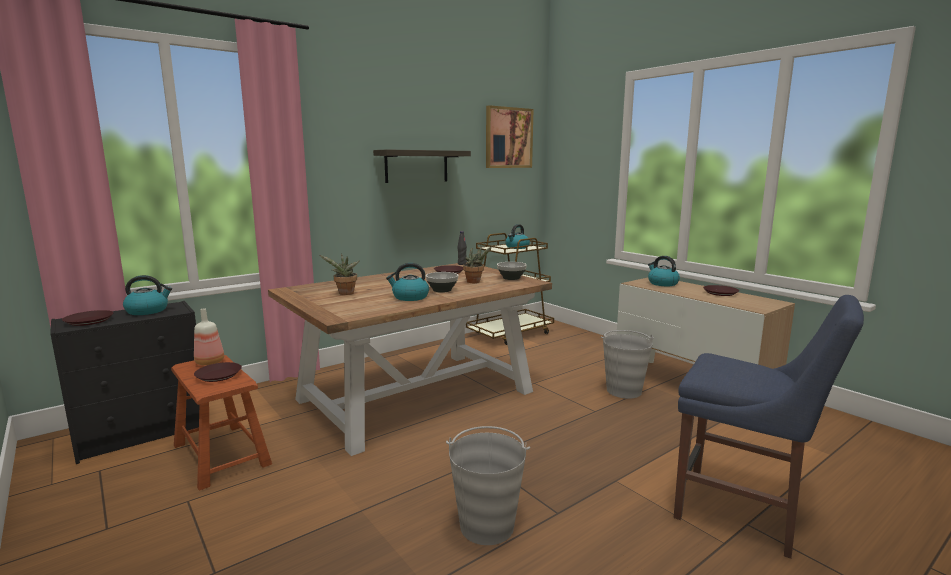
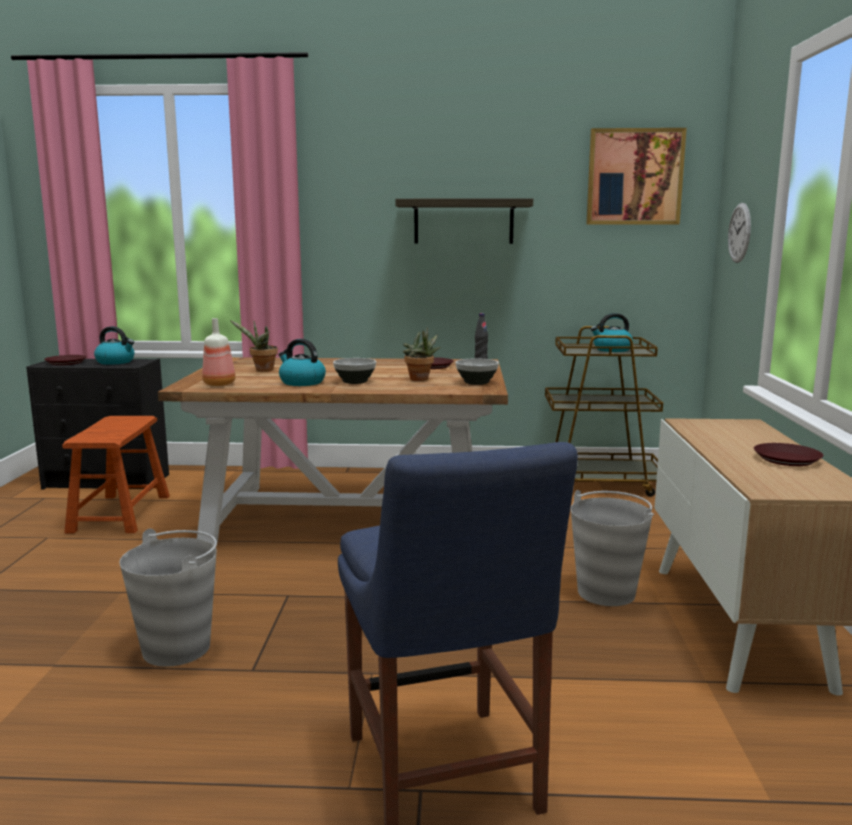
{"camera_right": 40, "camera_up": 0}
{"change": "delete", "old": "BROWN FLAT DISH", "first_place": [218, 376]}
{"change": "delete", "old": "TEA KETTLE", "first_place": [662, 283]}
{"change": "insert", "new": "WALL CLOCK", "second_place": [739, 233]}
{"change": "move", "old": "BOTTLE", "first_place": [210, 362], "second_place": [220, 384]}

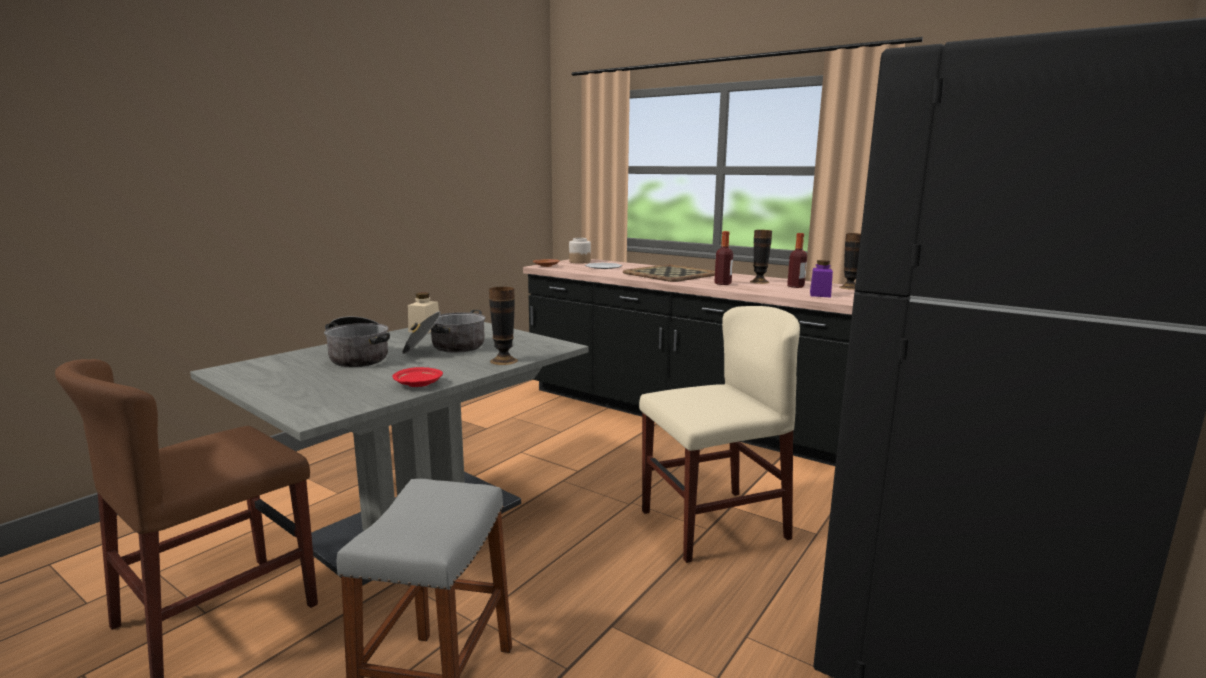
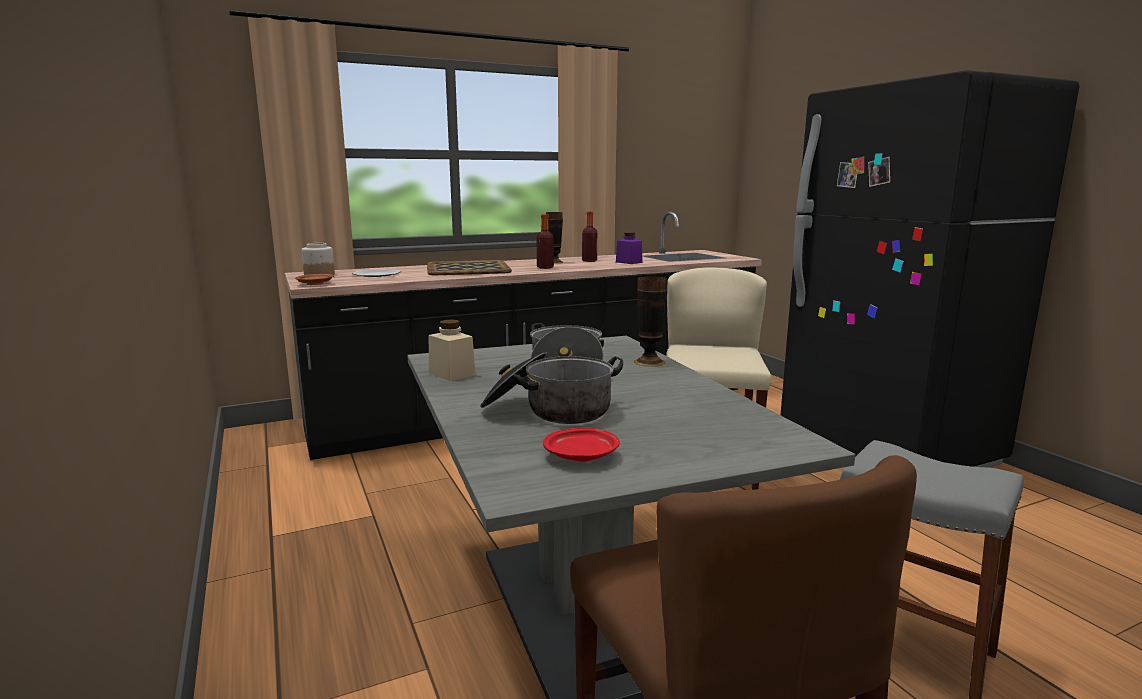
{"camera_right": -60, "camera_up": 0}
{"change": "delete", "old": "DECORATIVE VASE", "first_place": [849, 287]}
{"change": "move", "old": "REDDISH FLAT DISH", "first_place": [418, 384], "second_place": [582, 456]}

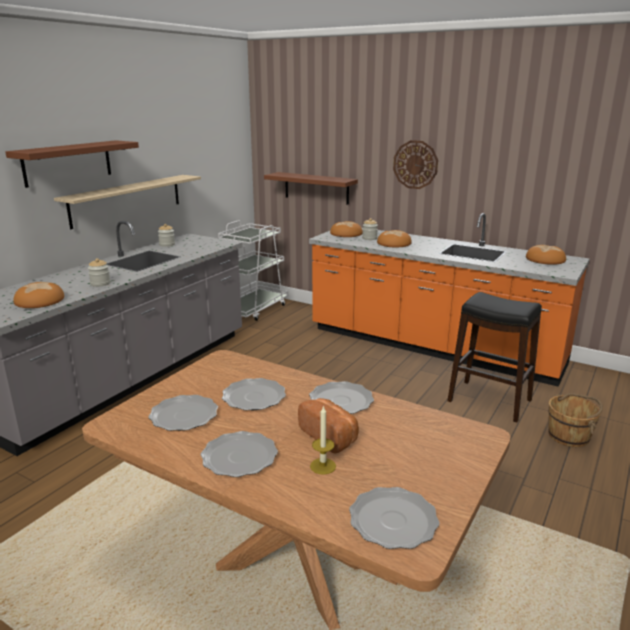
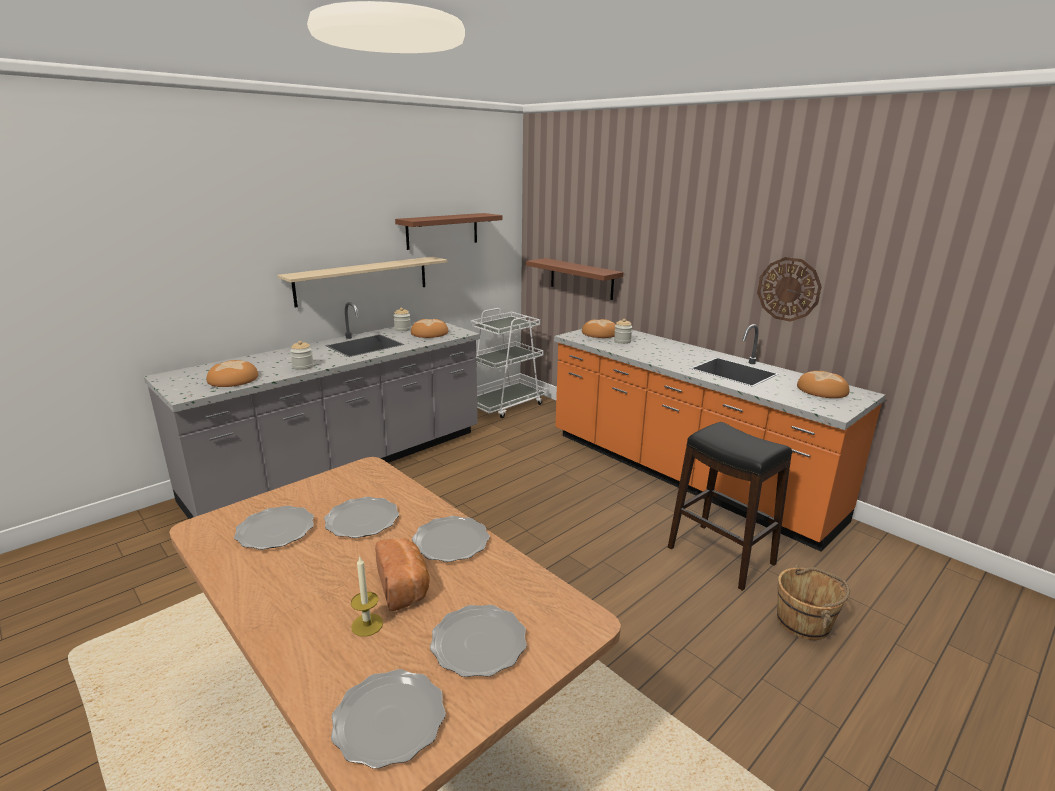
{"camera_right": 15, "camera_up": 0}
{"change": "move", "old": "BROWN BRACKET SHELF", "first_place": [68, 163], "second_place": [442, 230]}
{"change": "move", "old": "FLAT DISH", "first_place": [239, 457], "second_place": [478, 643]}
{"change": "move", "old": "BREAD", "first_place": [394, 243], "second_place": [429, 333]}
{"change": "move", "old": "WALL CLOCK", "first_place": [415, 164], "second_place": [788, 289]}

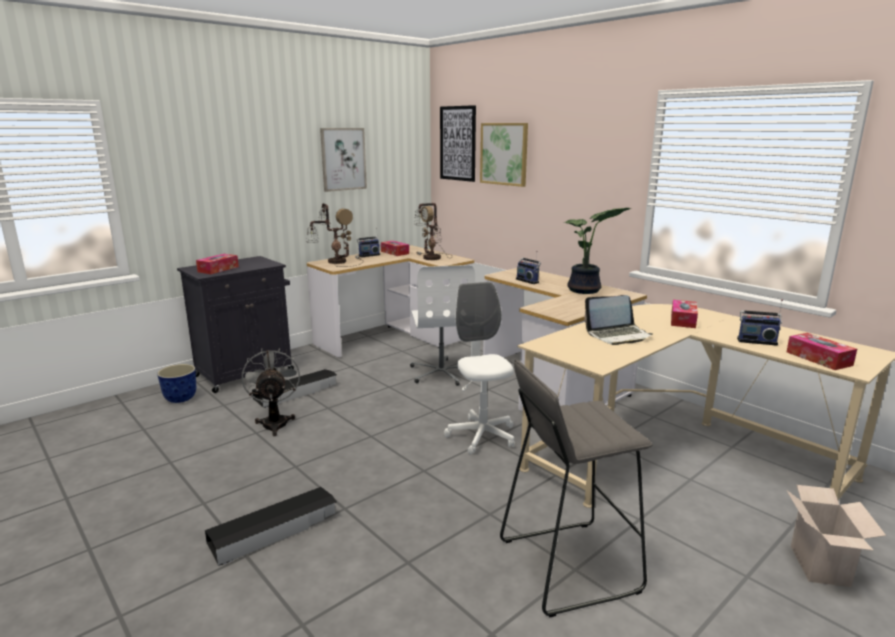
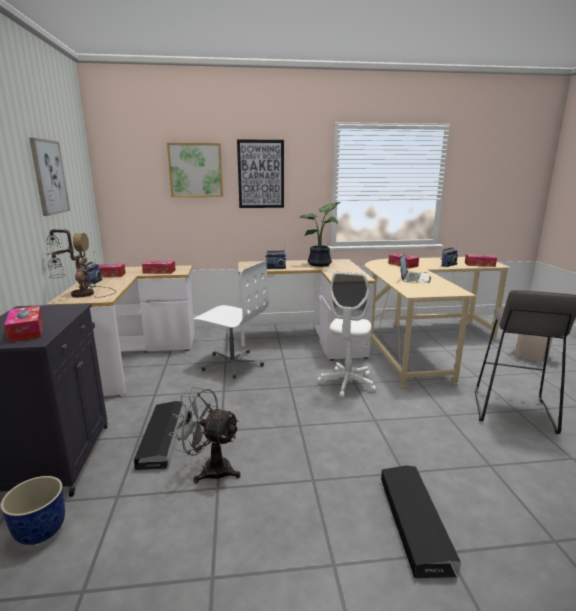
{"camera_right": -55, "camera_up": 0}
{"change": "move", "old": "WALL ART", "first_place": [458, 143], "second_place": [261, 174]}
{"change": "replace", "old": "TABLETOP LAMP", "new": "BOX OF TISSUES", "first_place": [431, 259], "second_place": [159, 271]}
{"change": "rotate", "old": "WHITISH DESK CHAIR", "first_place": [482, 436], "second_place": [347, 383], "degrees": -90}

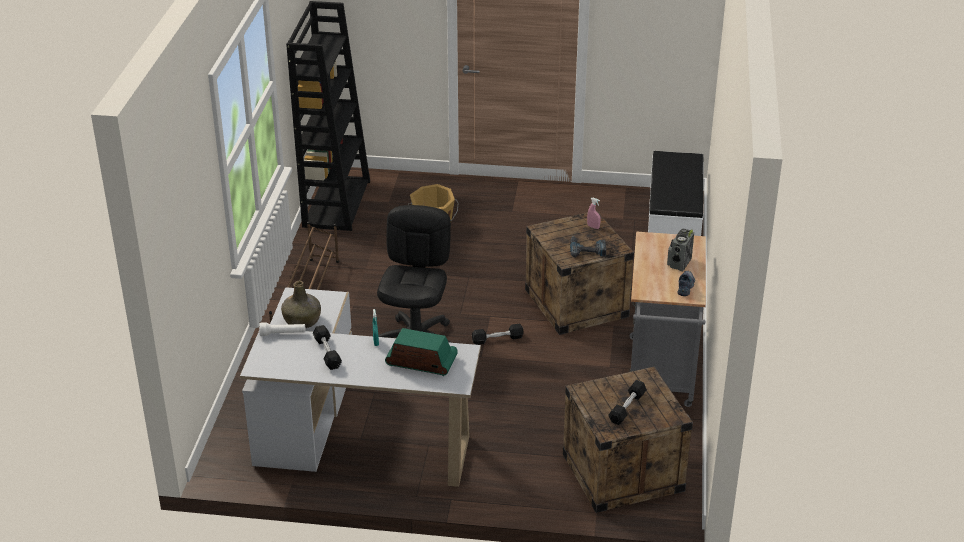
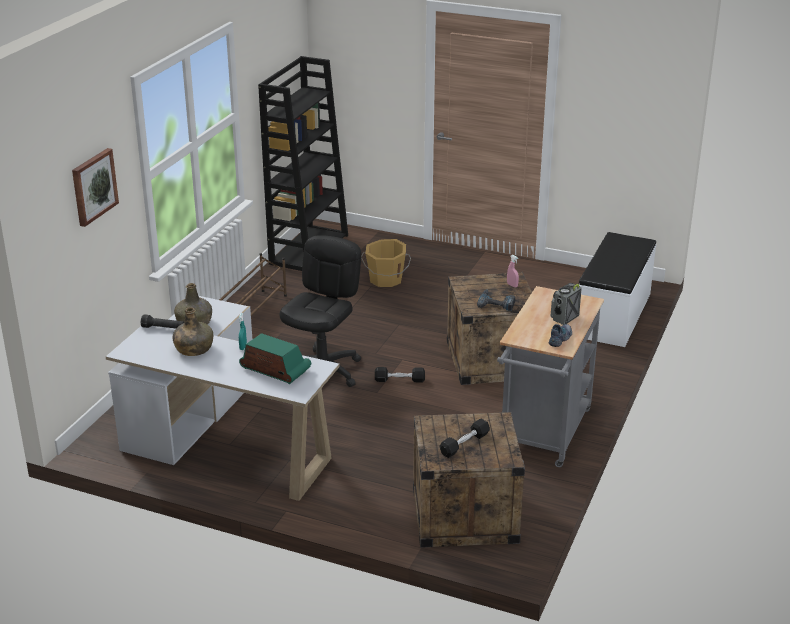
{"camera_right": 15, "camera_up": -5}
{"change": "insert", "new": "WALL ART", "second_place": [93, 186]}
{"change": "replace", "old": "BLACK-COLOURED DUMBBELL", "new": "GREENISH BOTTLE", "first_place": [327, 353], "second_place": [194, 349]}
{"change": "recolor", "old": "WHITISH HAND TORCH", "new": "BLACK-COLOURED HAND TORCH", "first_place": [283, 334], "second_place": [163, 328]}

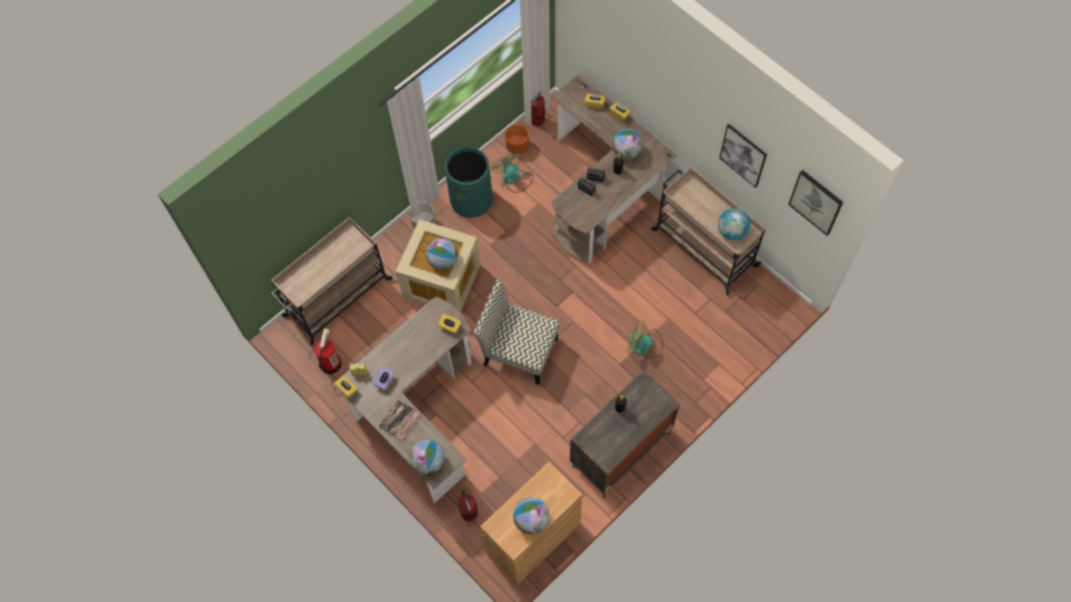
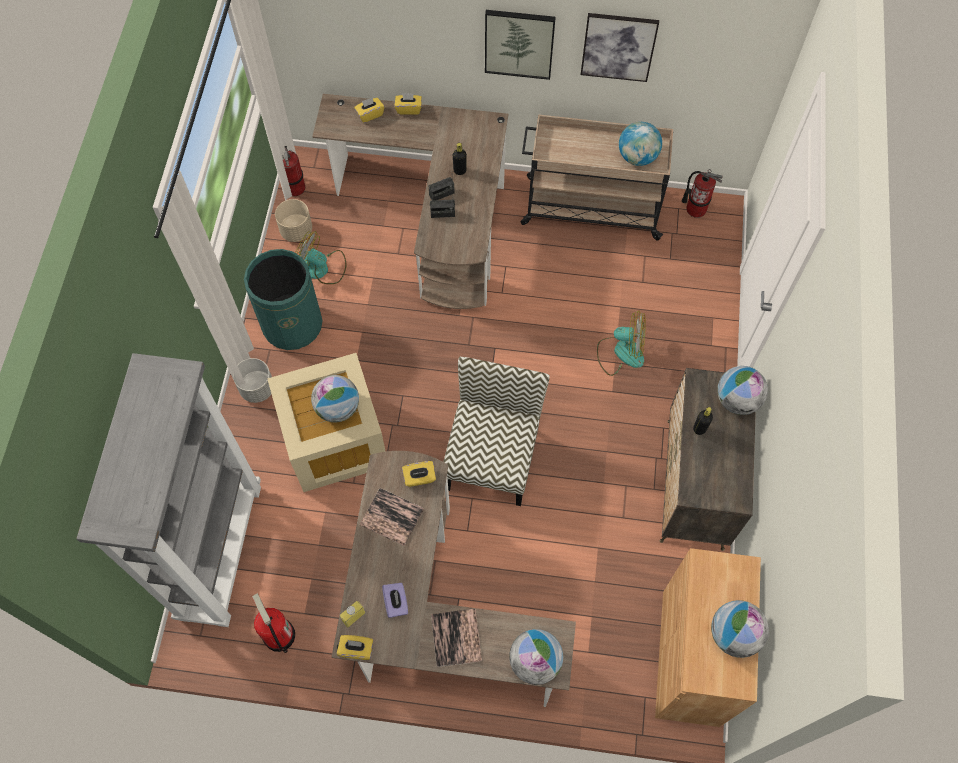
{"camera_right": -40, "camera_up": 0}
{"change": "insert", "new": "BOOK", "second_place": [392, 517]}
{"change": "move", "old": "EXTINGUISHER", "first_place": [469, 512], "second_place": [696, 208]}
{"change": "move", "old": "GLOBE", "first_place": [626, 152], "second_place": [737, 400]}
{"change": "move", "old": "WALL ART", "first_place": [816, 202], "second_place": [519, 43]}
{"change": "replace", "old": "SAND-COLOURED TROLLEY", "new": "GREY BOOKCASE", "first_place": [336, 298], "second_place": [220, 550]}
{"change": "recolor", "old": "ORANGE PLANT POT", "new": "SAND-COLOURED PLANT POT", "first_place": [517, 146], "second_place": [296, 230]}
{"change": "rotate", "old": "UPRIGHT CHAIR", "first_place": [518, 351], "second_place": [492, 456], "degrees": 120}
{"change": "rotate", "old": "COOLING FAN", "first_place": [644, 345], "second_place": [621, 352], "degrees": -150}

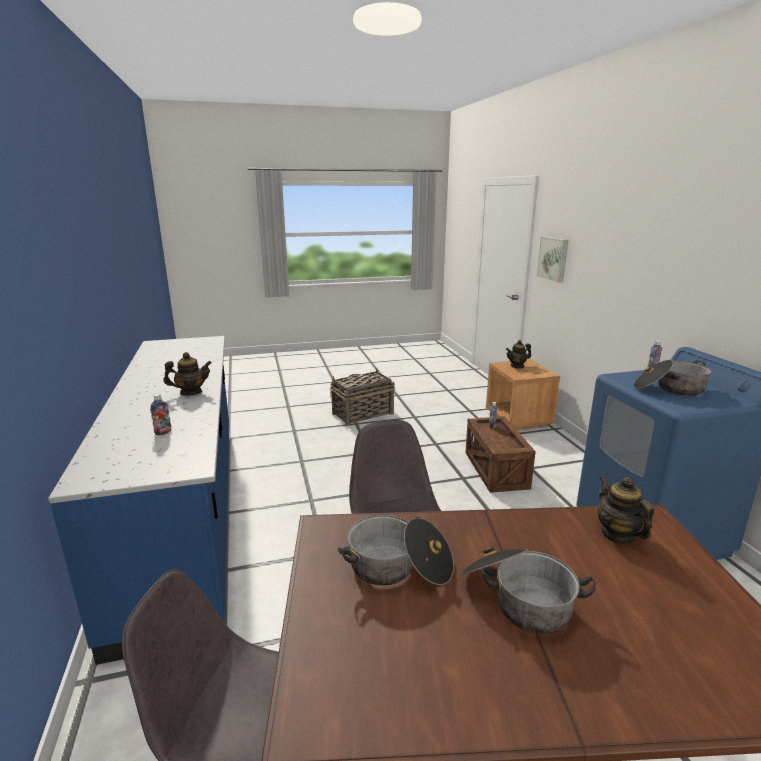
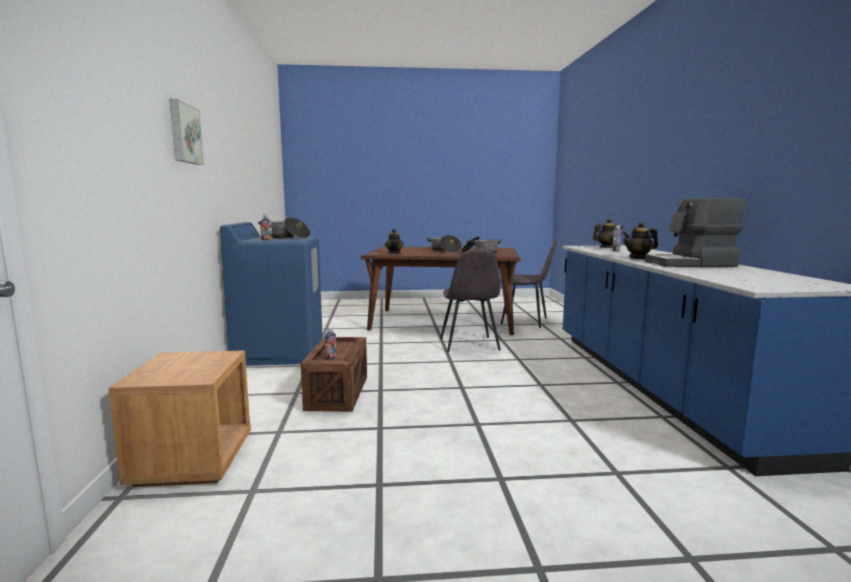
{"camera_right": -170, "camera_up": -10}
{"change": "delete", "old": "BASKET", "first_place": [362, 414]}
{"change": "insert", "new": "COFFEE MAKER", "second_place": [691, 264]}
{"change": "move", "old": "TEA POT", "first_place": [517, 366], "second_place": [606, 248]}
{"change": "move", "old": "WALL ART", "first_place": [554, 259], "second_place": [184, 133]}

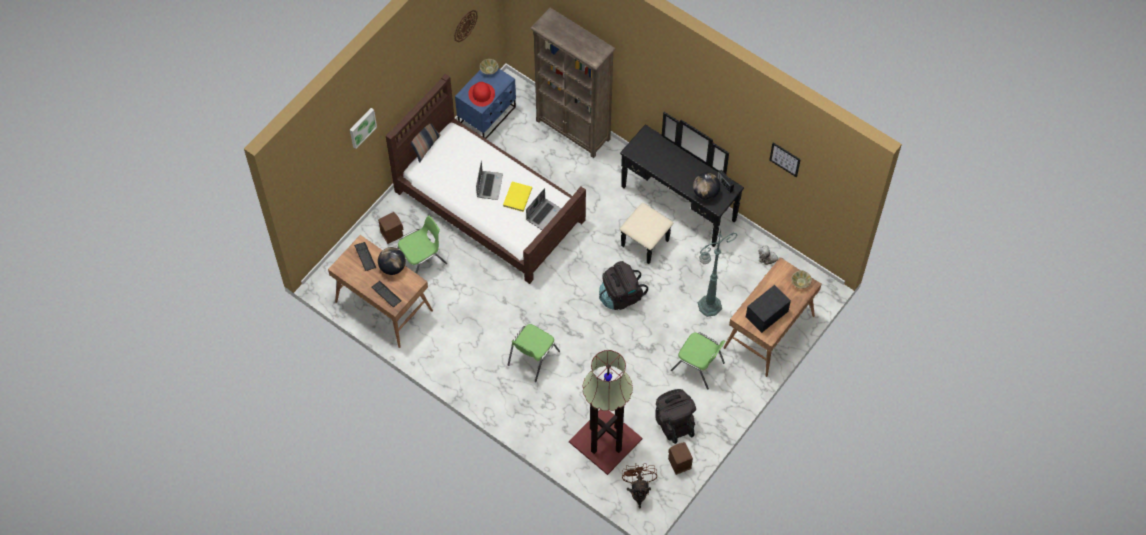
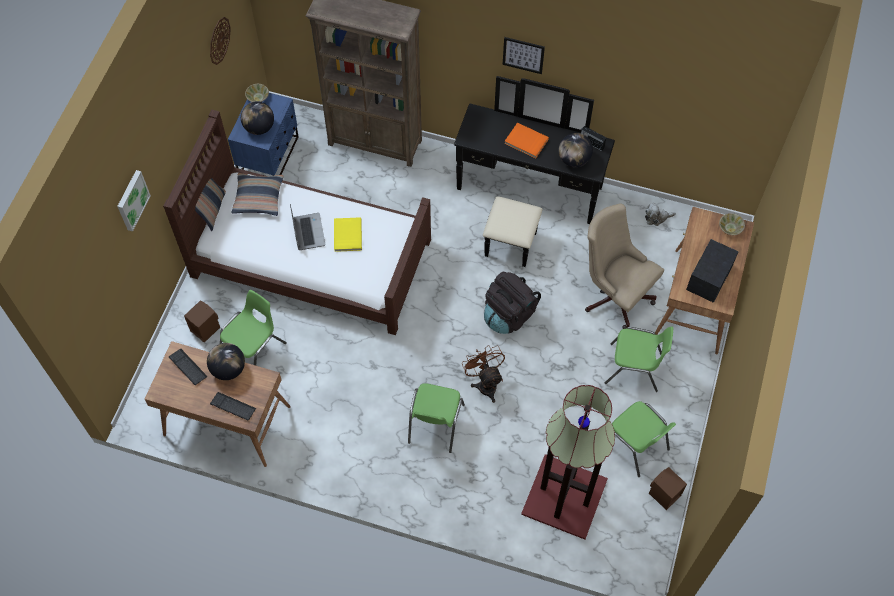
{"camera_right": -20, "camera_up": 0}
{"change": "delete", "old": "LAPTOP", "first_place": [544, 214]}
{"change": "insert", "new": "PILLOW", "second_place": [258, 198]}
{"change": "insert", "new": "ORANGE BOOK", "second_place": [526, 142]}
{"change": "move", "old": "BROWN COOLING FAN", "first_place": [638, 491], "second_place": [485, 383]}
{"change": "move", "old": "WALL ART", "first_place": [785, 159], "second_place": [523, 55]}
{"change": "replace", "old": "REDDISH HAT", "new": "GLOBE", "first_place": [481, 94], "second_place": [259, 128]}
{"change": "replace", "old": "BLACK-COLOURED RUCKSACK", "new": "GREENISH UPRIGHT CHAIR", "first_place": [673, 422], "second_place": [635, 445]}
{"change": "replace", "old": "GREENISH STANDING LAMP", "new": "SAND-COLOURED DESK CHAIR", "first_place": [708, 306], "second_place": [614, 294]}

